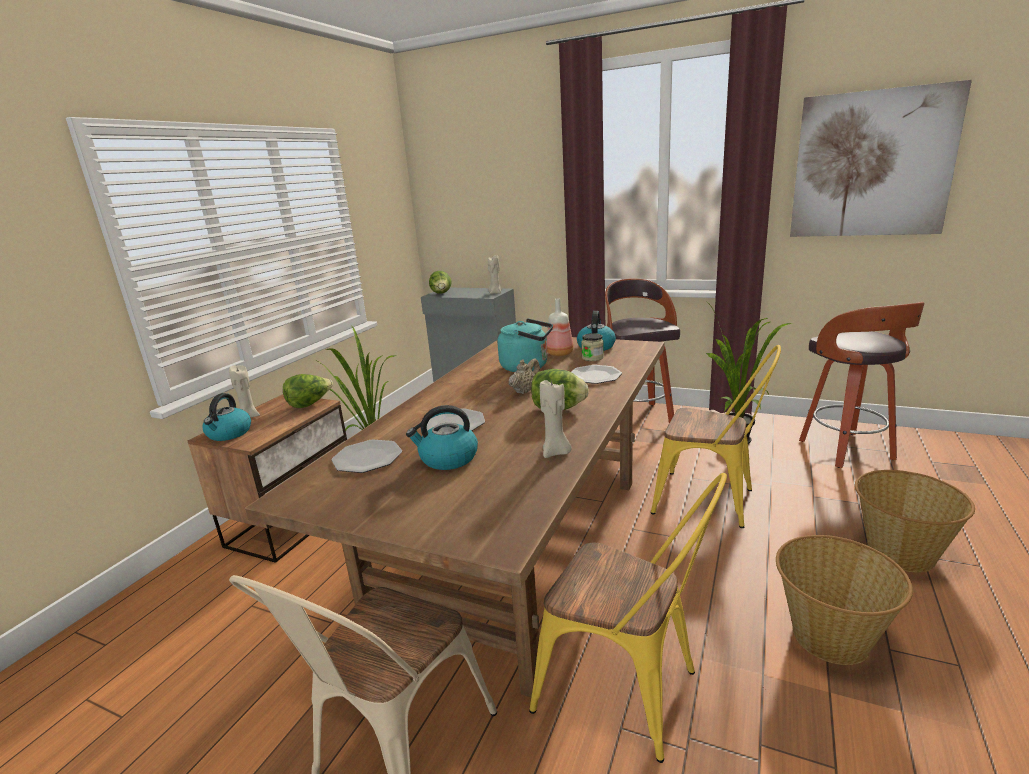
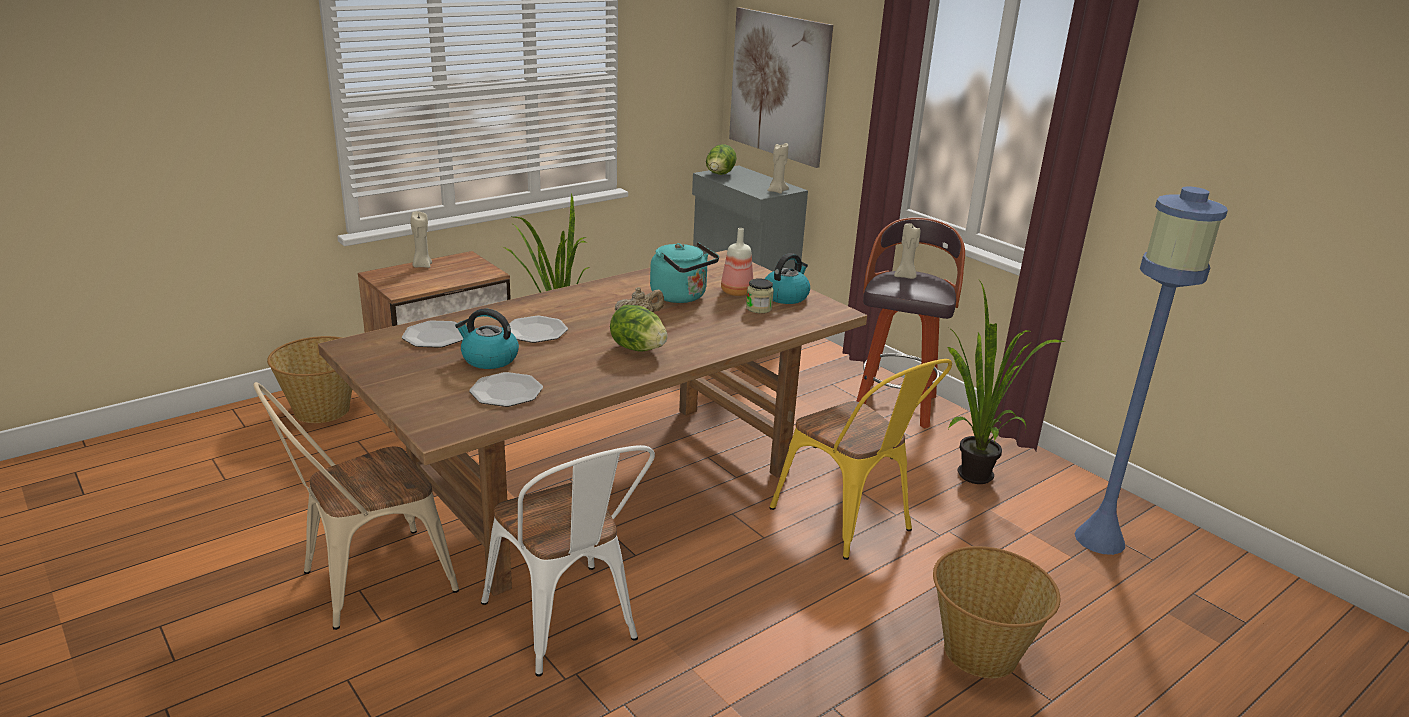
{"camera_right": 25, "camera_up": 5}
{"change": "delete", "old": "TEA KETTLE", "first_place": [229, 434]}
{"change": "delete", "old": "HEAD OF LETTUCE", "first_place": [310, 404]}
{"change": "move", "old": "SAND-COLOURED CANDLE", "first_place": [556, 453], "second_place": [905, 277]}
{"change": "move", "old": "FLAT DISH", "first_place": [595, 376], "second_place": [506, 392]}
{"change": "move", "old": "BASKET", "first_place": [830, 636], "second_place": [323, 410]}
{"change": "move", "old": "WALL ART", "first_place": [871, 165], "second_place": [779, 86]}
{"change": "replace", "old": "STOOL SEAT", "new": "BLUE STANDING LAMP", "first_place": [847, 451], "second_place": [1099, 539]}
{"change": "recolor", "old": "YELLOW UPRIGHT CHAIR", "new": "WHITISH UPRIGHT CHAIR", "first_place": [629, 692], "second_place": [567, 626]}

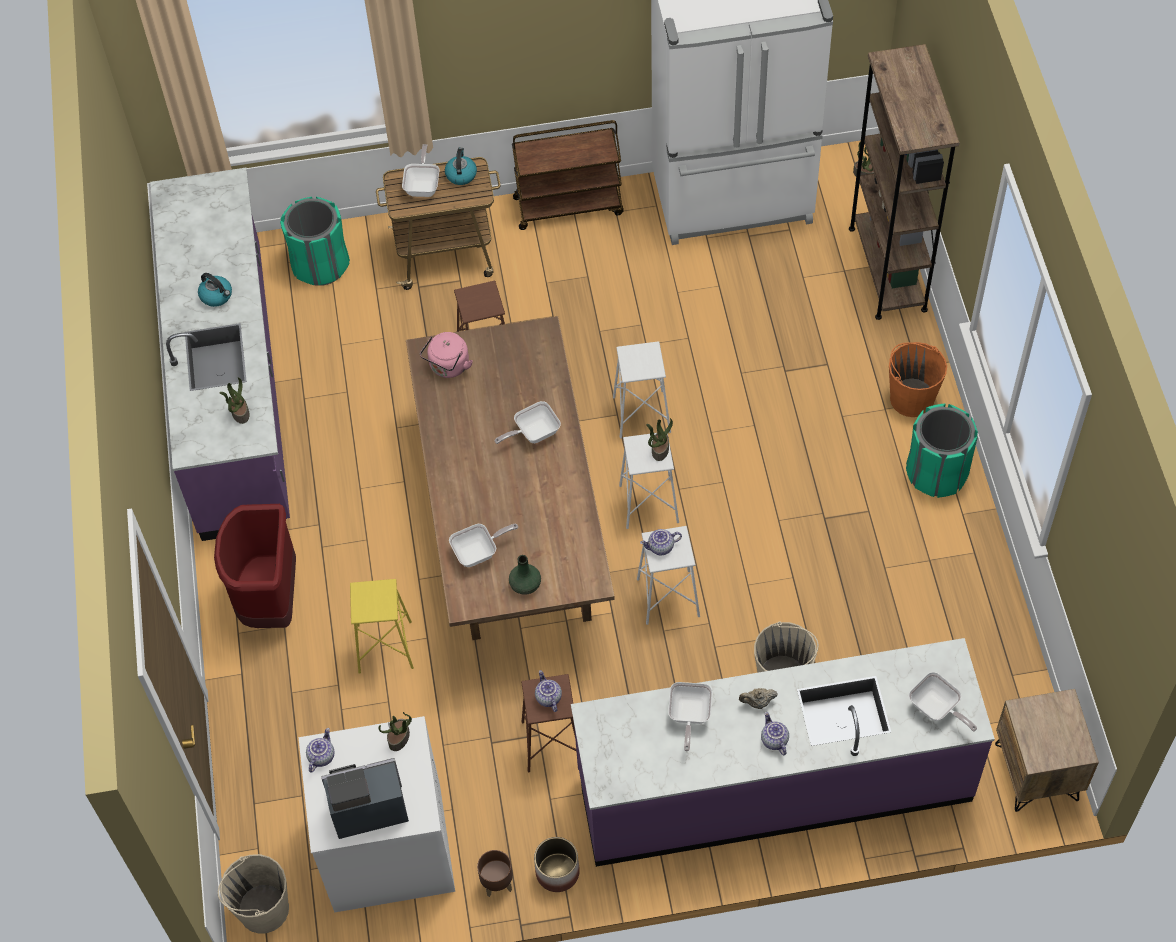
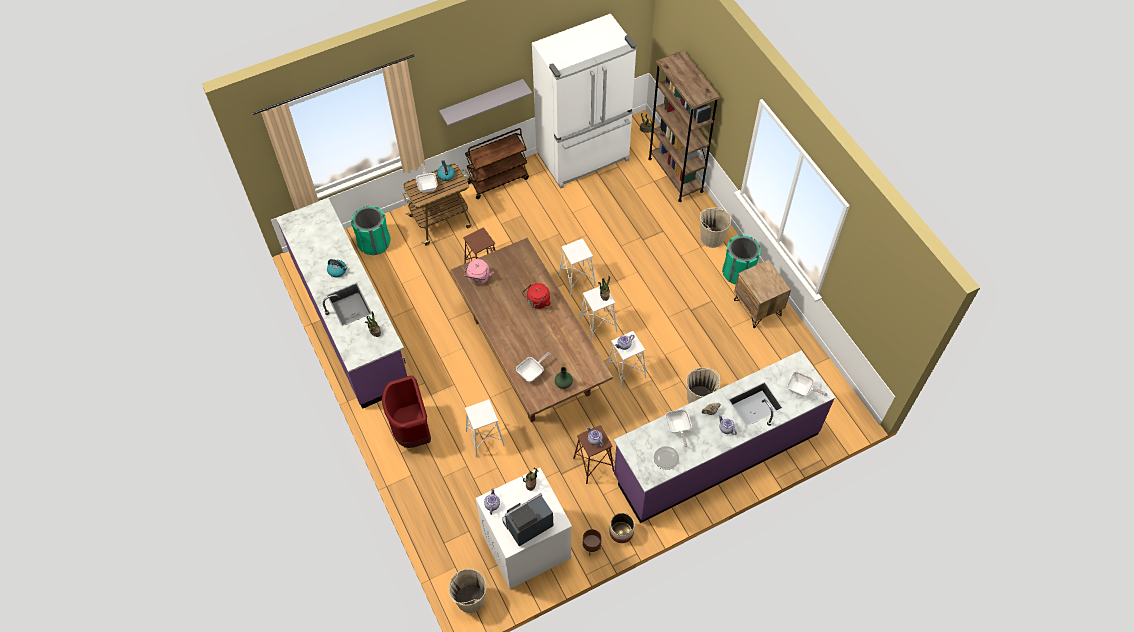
{"camera_right": -20, "camera_up": 0}
{"change": "insert", "new": "GREY BRACKET SHELF", "second_place": [482, 101]}
{"change": "insert", "new": "FLAT DISH", "second_place": [666, 458]}
{"change": "move", "old": "BROWN NIGHT TABLE", "first_place": [1037, 772], "second_place": [757, 307]}
{"change": "replace", "old": "SKILLET", "new": "REDDISH TEA KETTLE", "first_place": [533, 433], "second_place": [537, 302]}
{"change": "recolor", "old": "YELLOW STOOL SEAT", "new": "WHITISH STOOL SEAT", "first_place": [385, 646], "second_place": [485, 438]}
{"change": "recolor", "old": "ORANGE BUCKET", "new": "SAND-COLOURED BUCKET", "first_place": [911, 398], "second_place": [712, 238]}

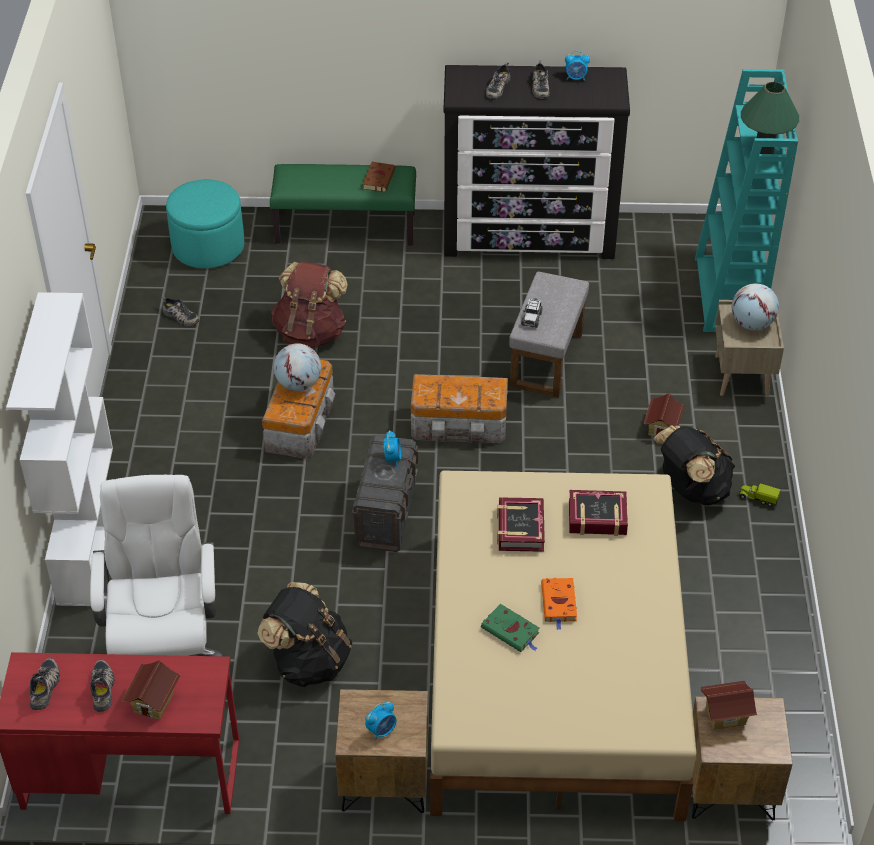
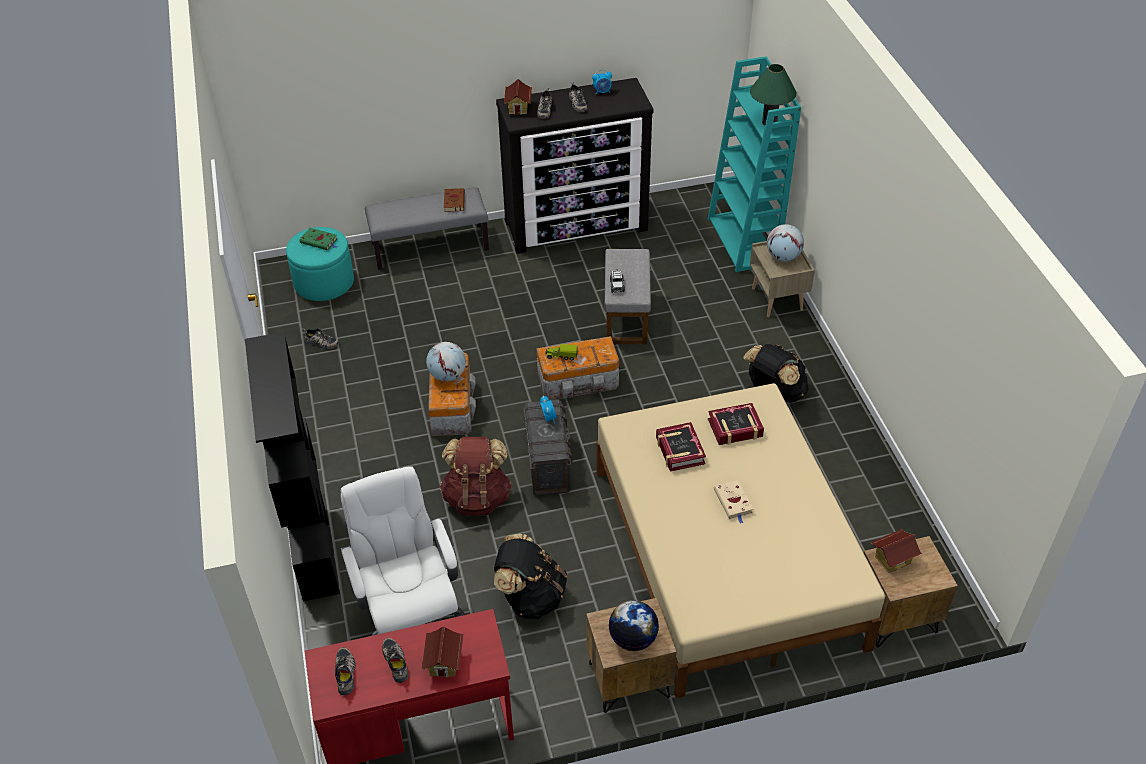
{"camera_right": -15, "camera_up": 0}
{"change": "move", "old": "BROWN RUCKSACK", "first_place": [311, 332], "second_place": [477, 497]}
{"change": "move", "old": "GREENISH BOOK", "first_place": [511, 631], "second_place": [320, 241]}
{"change": "move", "old": "MINIATURE HOUSE", "first_place": [662, 428], "second_place": [518, 108]}
{"change": "move", "old": "TOY TRUCK", "first_place": [757, 498], "second_place": [561, 356]}
{"change": "replace", "old": "BEDSIDE CLOCK", "new": "GLOBE", "first_place": [381, 730], "second_place": [633, 639]}
{"change": "recolor", "old": "WHITISH BOOKCASE", "new": "BLACK-COLOURED BOOKCASE", "first_place": [89, 546], "second_place": [313, 546]}
{"change": "recolor", "old": "GREENISH INDOOR BENCH", "new": "GREY INDOOR BENCH", "first_place": [346, 227], "second_place": [430, 246]}
{"change": "recolor", "old": "ORANGE BOOK", "new": "SAND-COLOURED BOOK", "first_place": [559, 604], "second_place": [733, 502]}

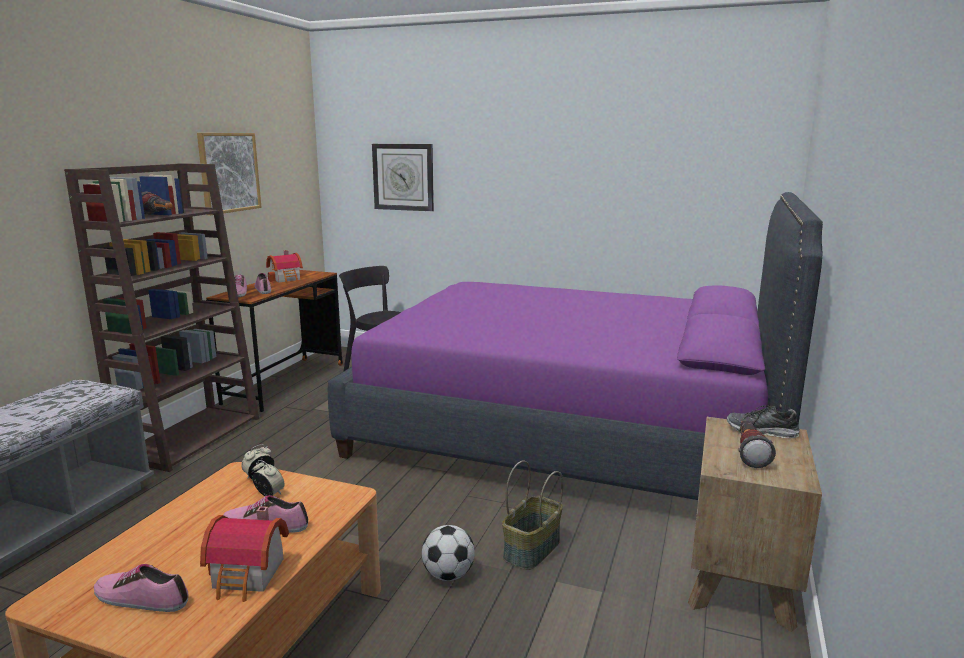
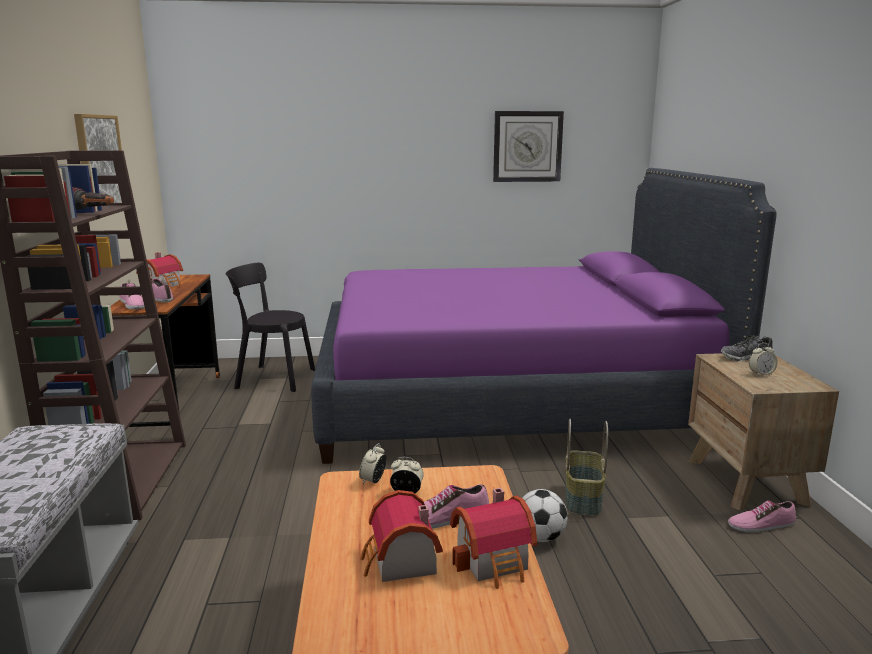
{"camera_right": -25, "camera_up": 0}
{"change": "insert", "new": "MINIATURE HOUSE", "second_place": [400, 563]}
{"change": "move", "old": "ITEM OF FOOTWEAR", "first_place": [142, 598], "second_place": [760, 524]}
{"change": "move", "old": "WALL CLOCK", "first_place": [403, 177], "second_place": [527, 146]}
{"change": "replace", "old": "HAND TORCH", "new": "BEDSIDE CLOCK", "first_place": [749, 453], "second_place": [761, 374]}

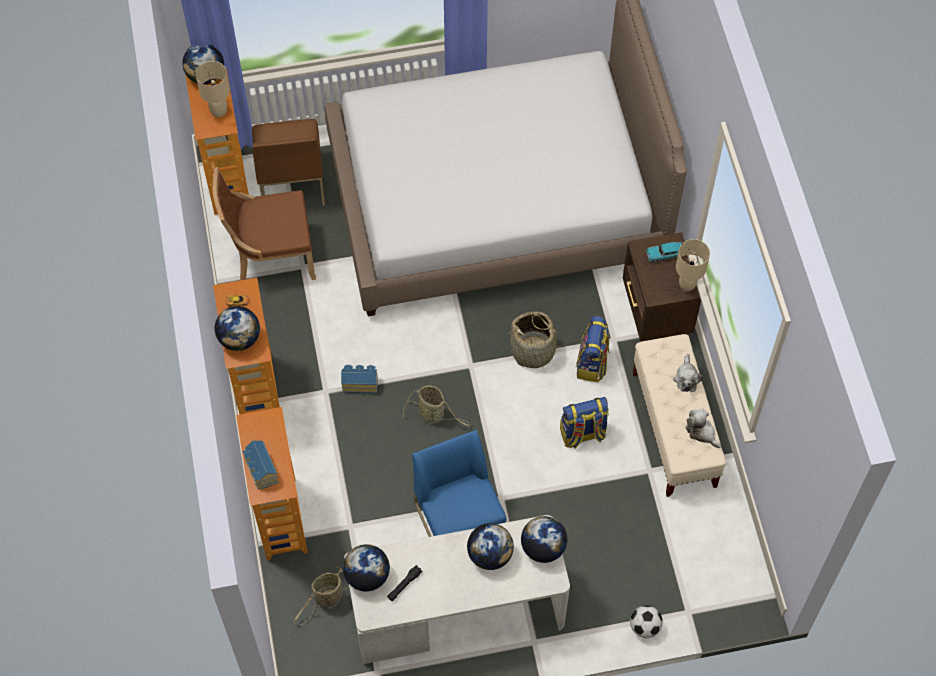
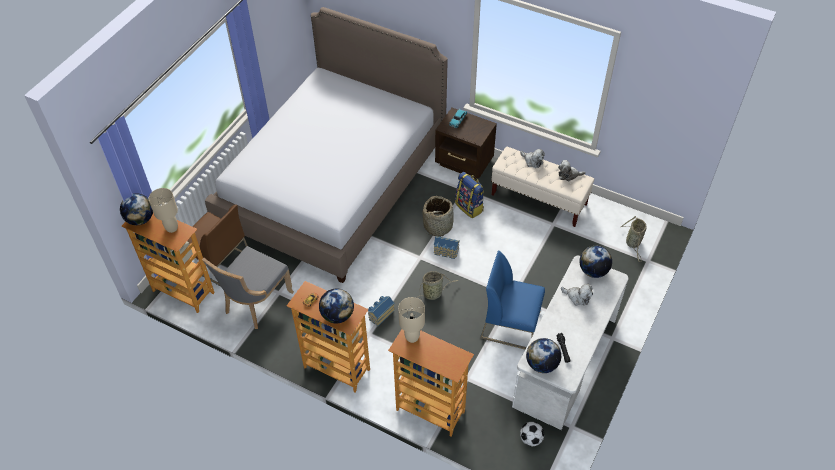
{"camera_right": -50, "camera_up": -10}
{"change": "delete", "old": "RUCKSACK", "first_place": [582, 434]}
{"change": "move", "old": "MINIATURE HOUSE", "first_place": [260, 471], "second_place": [446, 252]}
{"change": "move", "old": "BASKET", "first_place": [327, 599], "second_place": [633, 243]}
{"change": "move", "old": "FOOTBALL", "first_place": [644, 627], "second_place": [531, 439]}
{"change": "move", "old": "SAND-COLOURED TABLETOP LAMP", "first_place": [686, 285], "second_place": [412, 337]}
{"change": "replace", "old": "GLOBE", "new": "PLUSH TOY", "first_place": [490, 555], "second_place": [577, 297]}
{"change": "recolor", "old": "BROWN UPRIGHT CHAIR", "new": "GREY UPRIGHT CHAIR", "first_place": [271, 256], "second_place": [255, 303]}

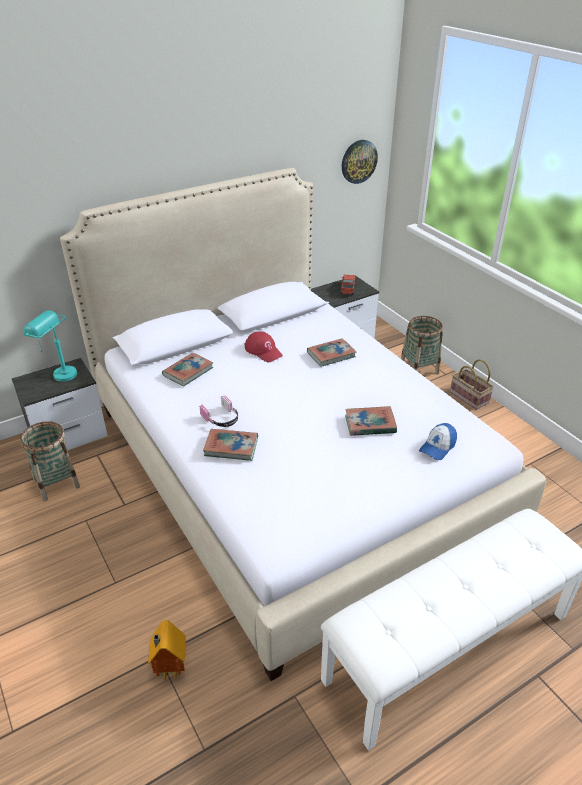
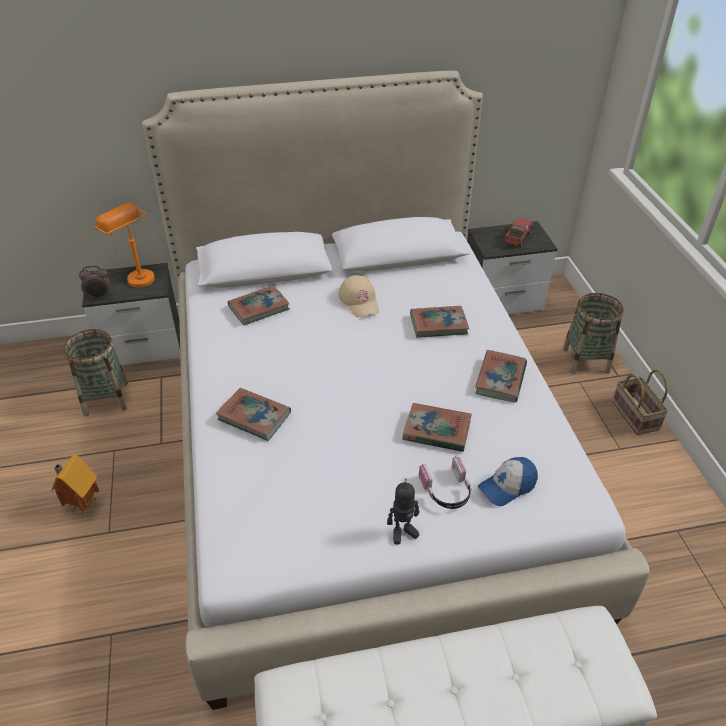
{"camera_right": 20, "camera_up": 5}
{"change": "delete", "old": "WALL CLOCK", "first_place": [358, 161]}
{"change": "insert", "new": "BEDSIDE CLOCK", "second_place": [99, 297]}
{"change": "insert", "new": "MODEL ROBOT", "second_place": [403, 532]}
{"change": "insert", "new": "BOOK", "second_place": [500, 379]}
{"change": "move", "old": "MINIATURE HOUSE", "first_place": [169, 669], "second_place": [81, 505]}
{"change": "move", "old": "PAIR OF HEADPHONES", "first_place": [222, 419], "second_place": [446, 491]}
{"change": "recolor", "old": "BLUE-GREEN TABLETOP LAMP", "new": "ORANGE TABLETOP LAMP", "first_place": [58, 373], "second_place": [134, 276]}
{"change": "recolor", "old": "REDDISH BASEBALL CAP", "new": "SAND-COLOURED BASEBALL CAP", "first_place": [263, 351], "second_place": [359, 301]}

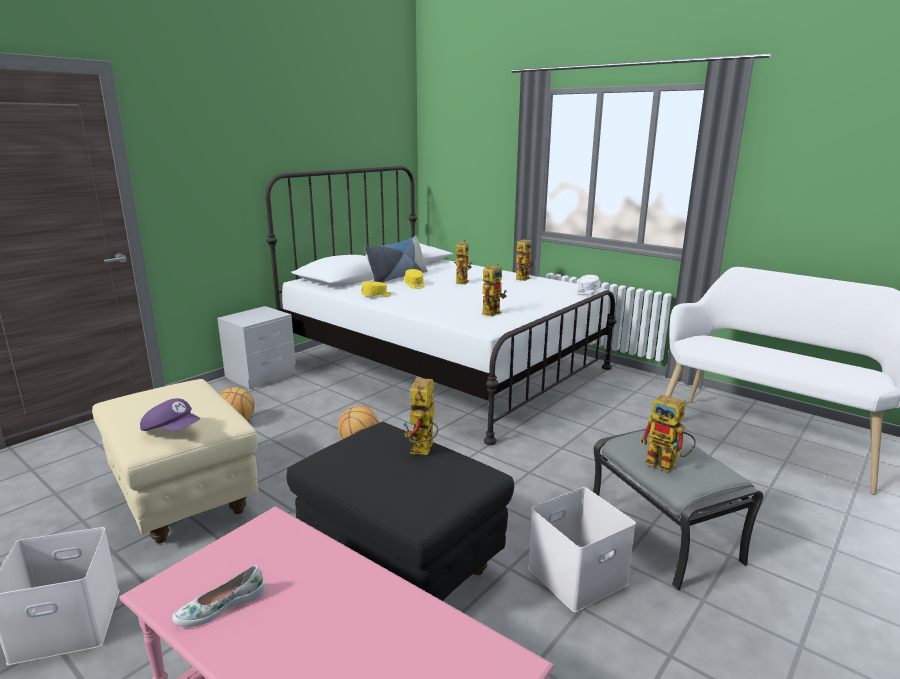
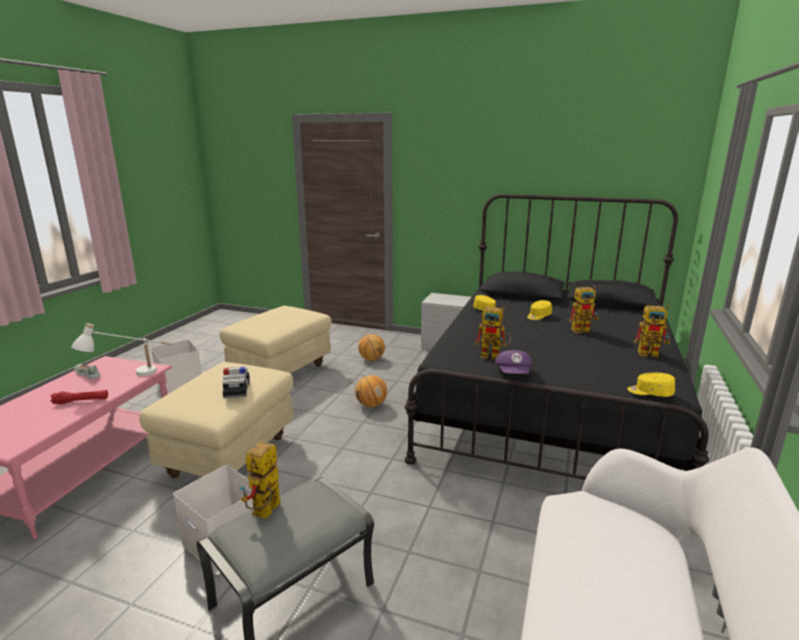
{"camera_right": 70, "camera_up": 0}
{"change": "delete", "old": "PILLOW", "first_place": [397, 277]}
{"change": "insert", "new": "REDDISH HAND TORCH", "second_place": [81, 401]}
{"change": "insert", "new": "WHITISH TABLETOP LAMP", "second_place": [131, 376]}
{"change": "move", "old": "PURPLE-COLOURED BASEBALL CAP", "first_place": [172, 430], "second_place": [513, 374]}
{"change": "replace", "old": "MODEL ROBOT", "new": "TOY CAR", "first_place": [423, 451], "second_place": [237, 390]}
{"change": "recolor", "old": "WHITISH SLEEPING BED", "new": "BLACK-COLOURED SLEEPING BED", "first_place": [442, 364], "second_place": [550, 406]}
{"change": "recolor", "old": "BLACK-COLOURED POUFFE", "new": "SAND-COLOURED POUFFE", "first_place": [399, 565], "second_place": [229, 456]}
{"change": "recolor", "old": "WHITISH BASEBALL CAP", "new": "YELLOW BASEBALL CAP", "first_place": [586, 291], "second_place": [650, 392]}

